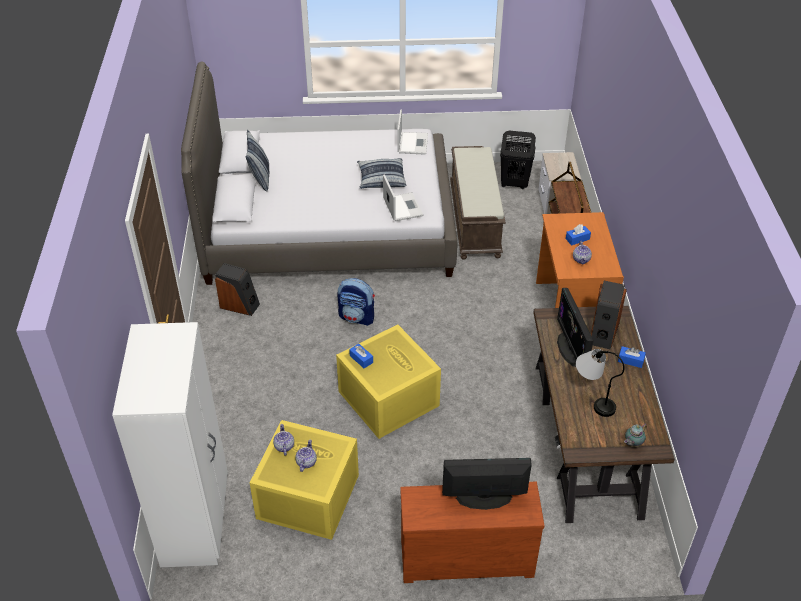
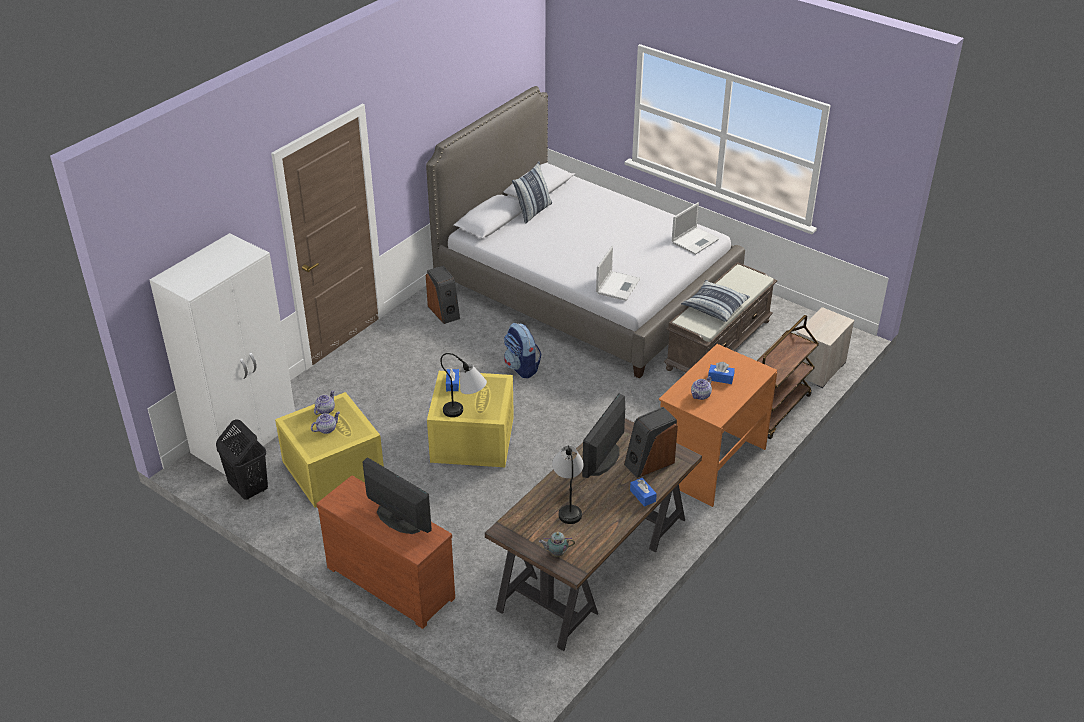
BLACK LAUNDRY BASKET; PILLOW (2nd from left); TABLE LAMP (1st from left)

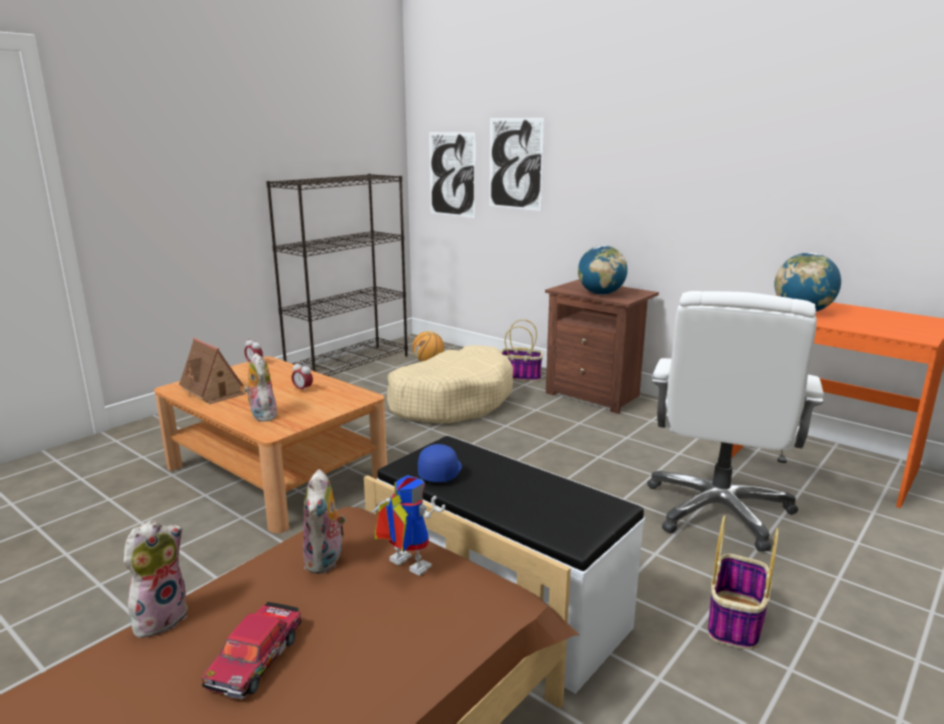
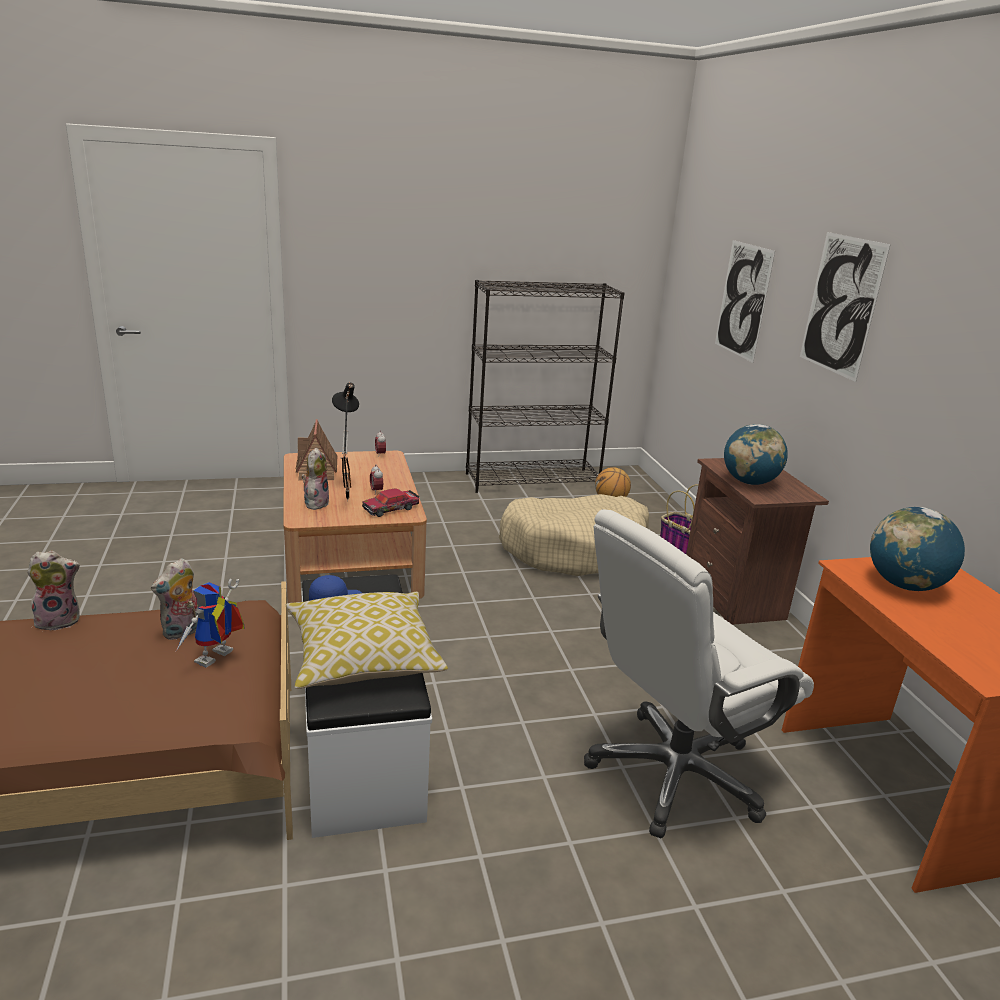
PICTURE (2nd from left); TOY ROBOT; BASKET (2nd from left in the first image); TOY CAR; BLACK TABLE LAMP; PILLOW

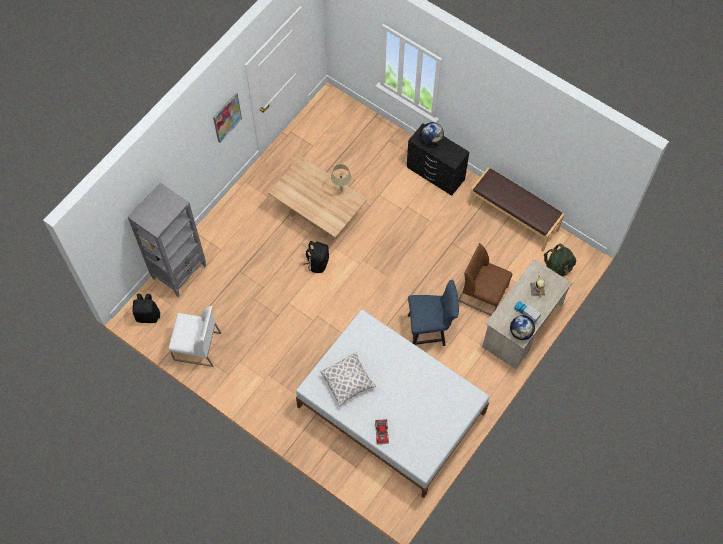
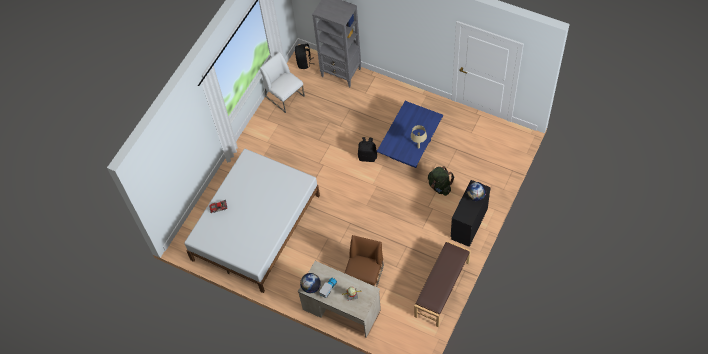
PICTURE; BLUE COFFEE TABLE; GREEN BACKPACK; BLUE CHAIR; WHITE CHAIR; PILLOW

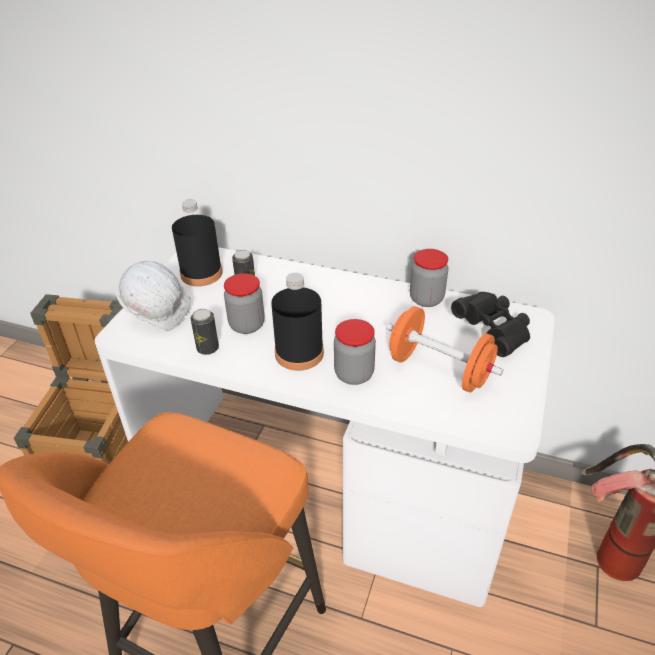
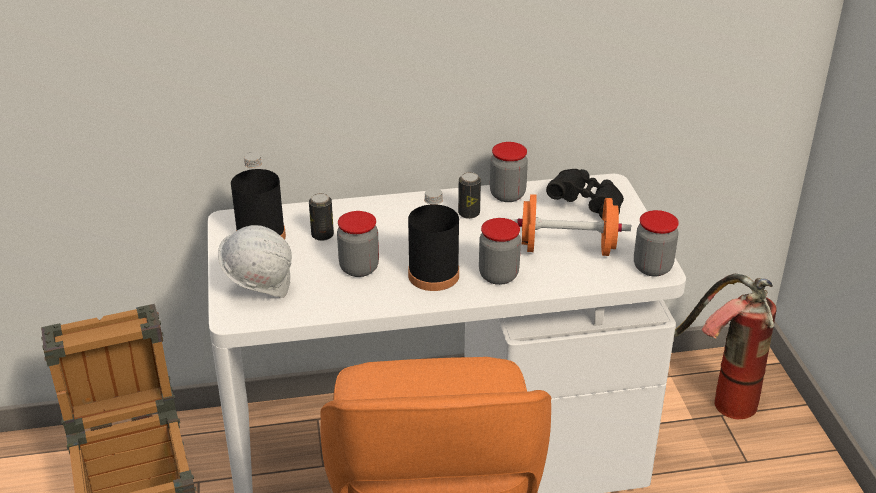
CAN (2nd from left); JAR (4th from left)

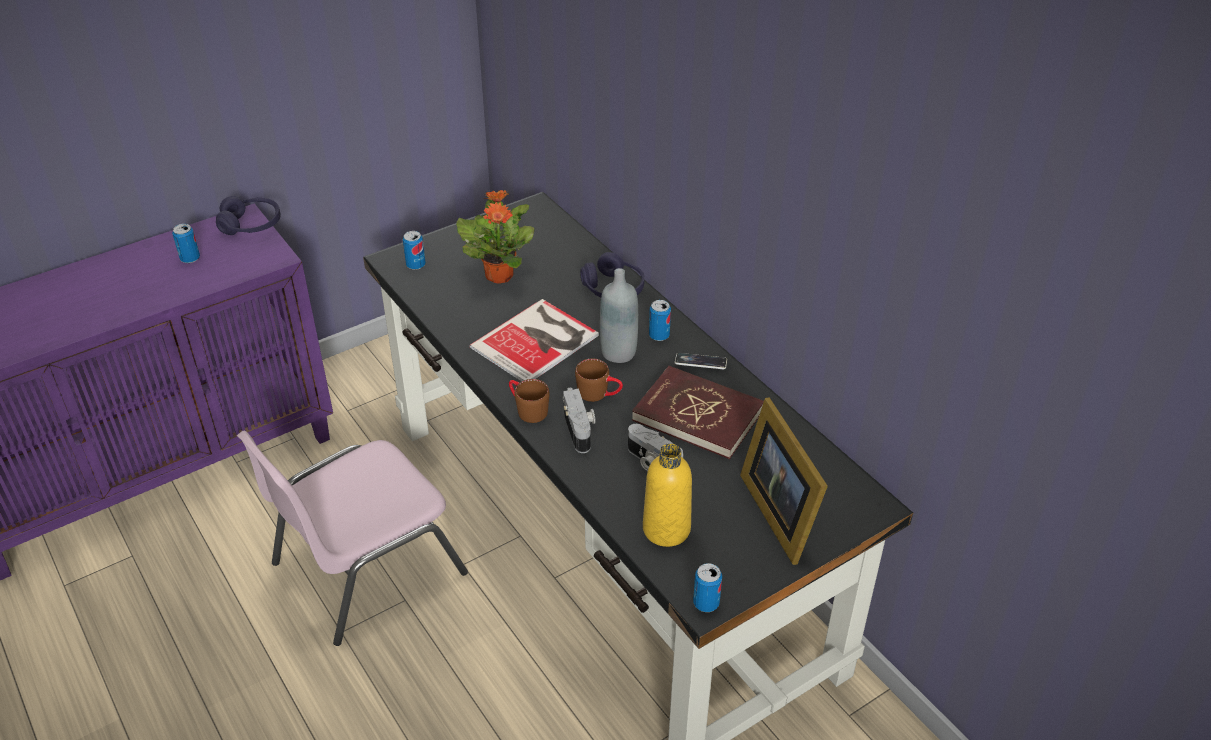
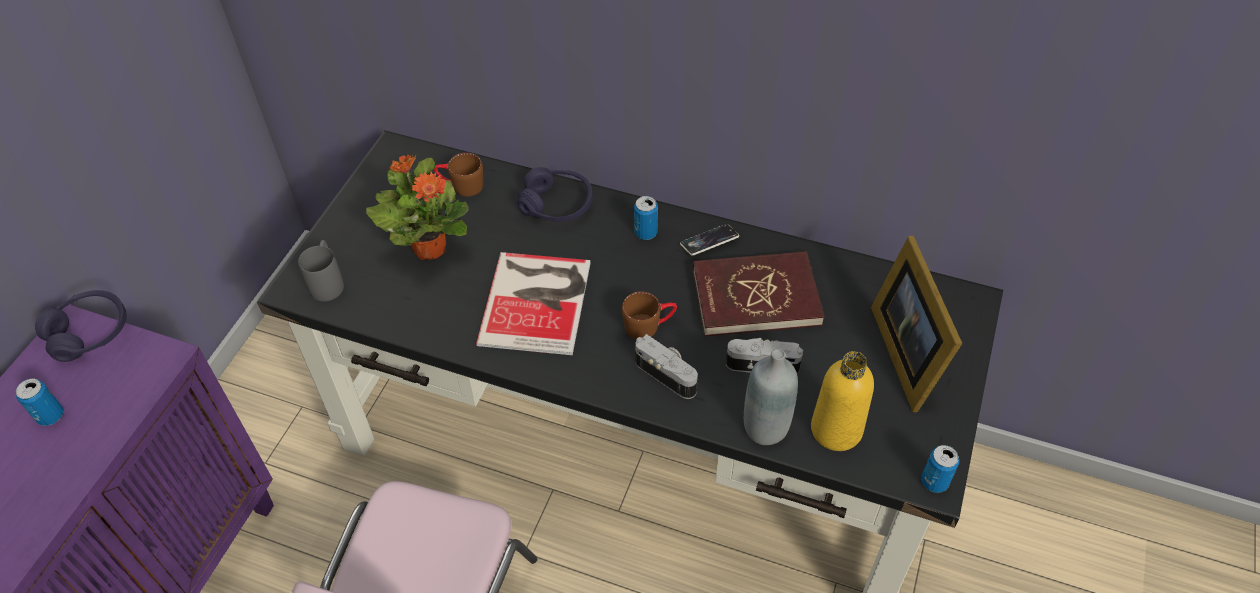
GREY MUG; GREY BOTTLE; BROWN MUG (1st from left); PICTURE FRAME

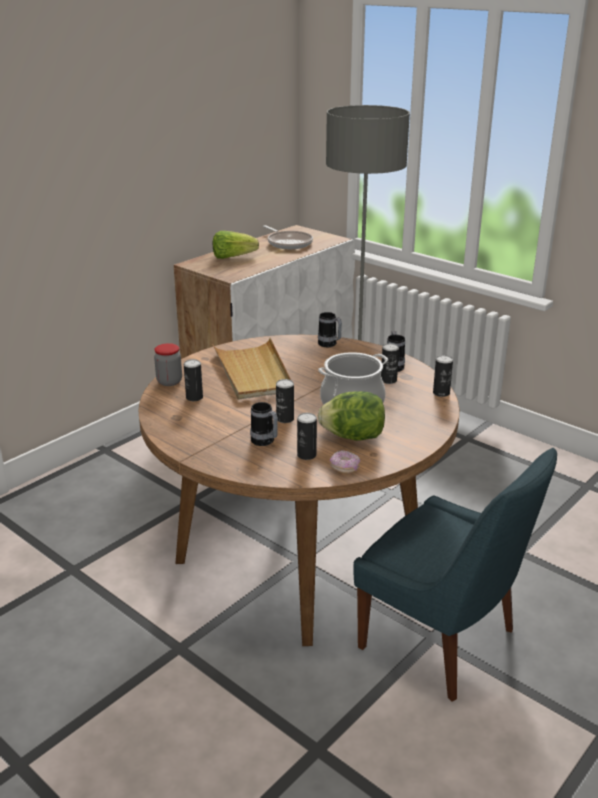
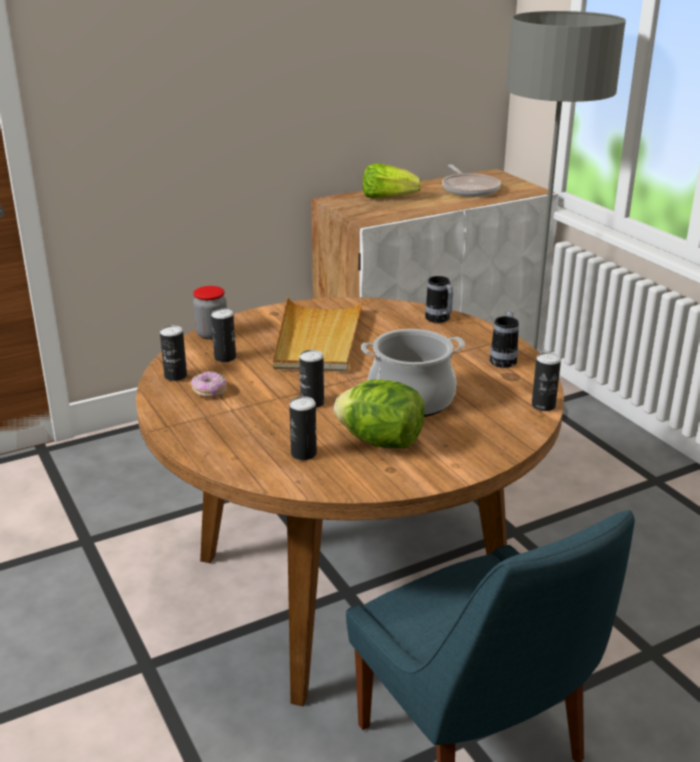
CAN (1st from left); MUG (1st from left in the first image); DONUT

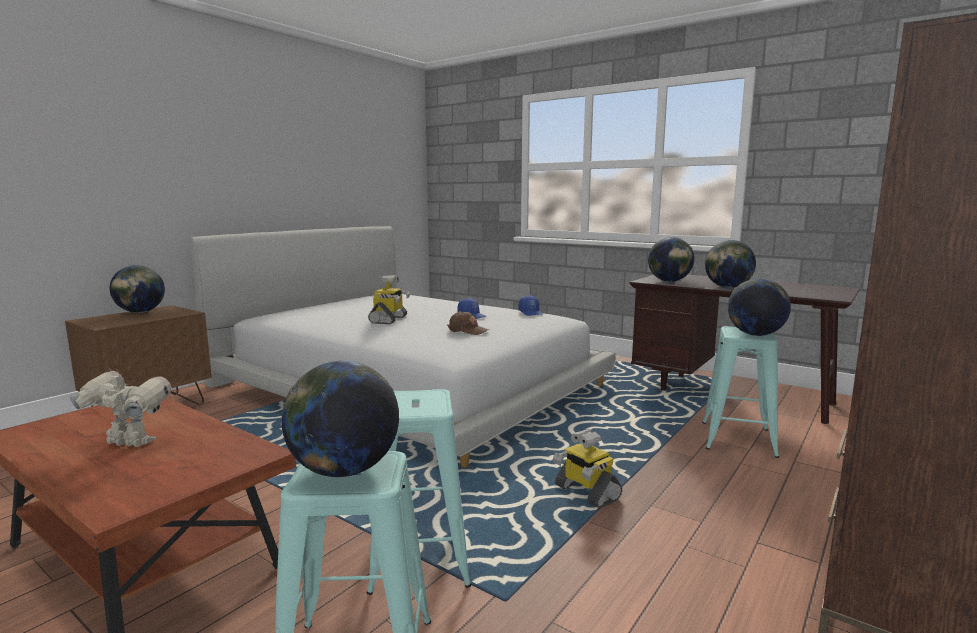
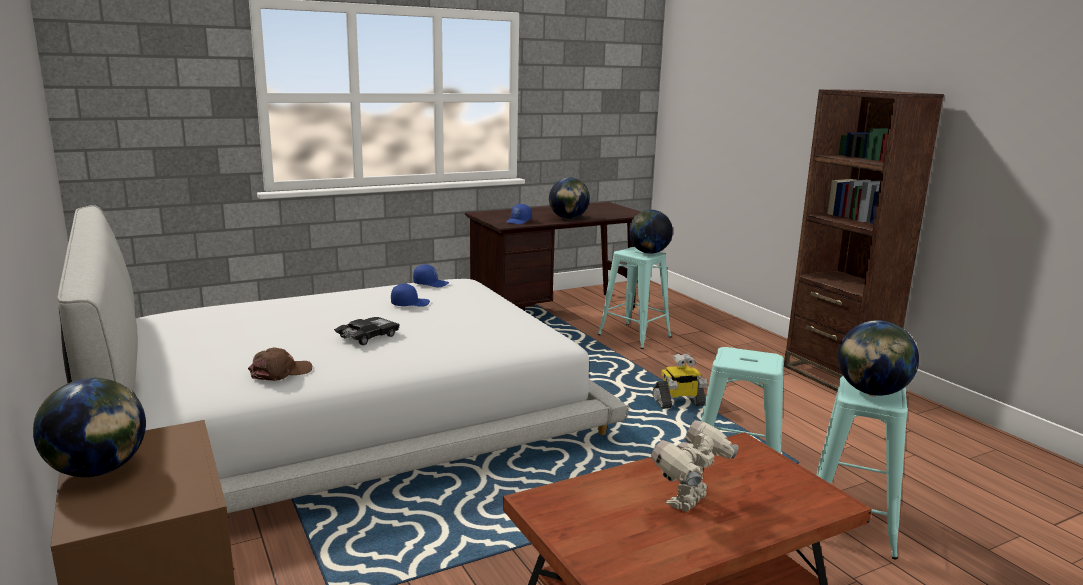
BLUE CAP (3rd from left); BLACK TOY CAR; BROWN CAP

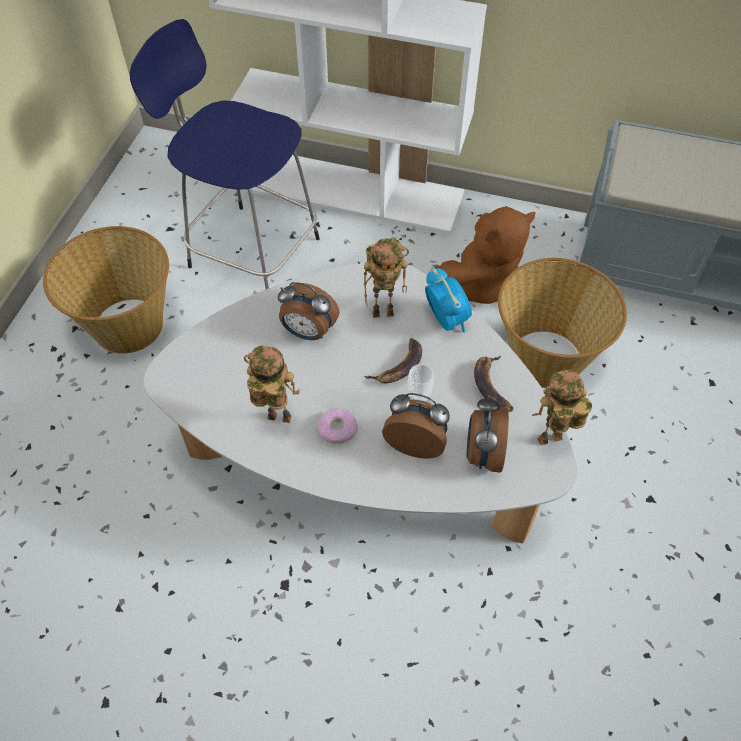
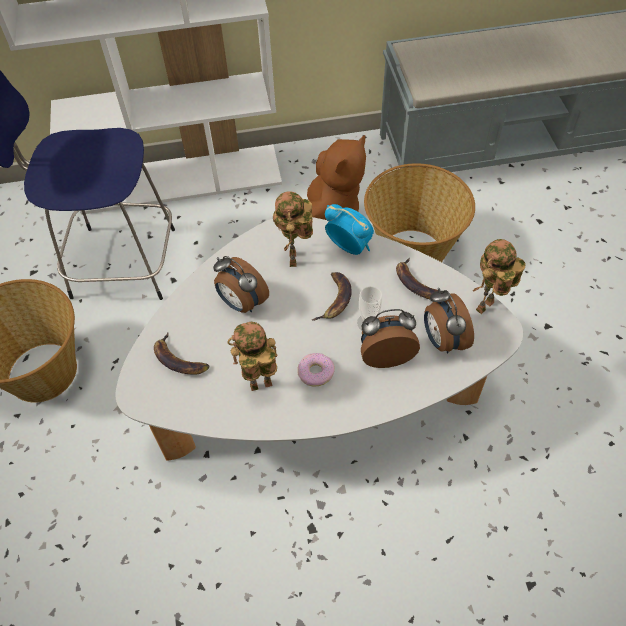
TOY ROBOT (2nd from left); ALARM CLOCK (1st from left); BANANA (1st from left)

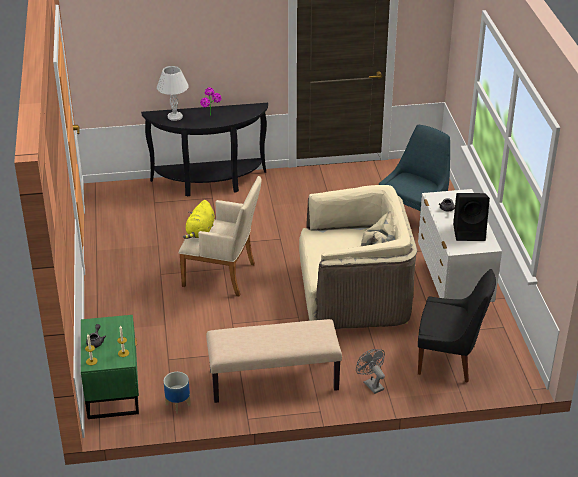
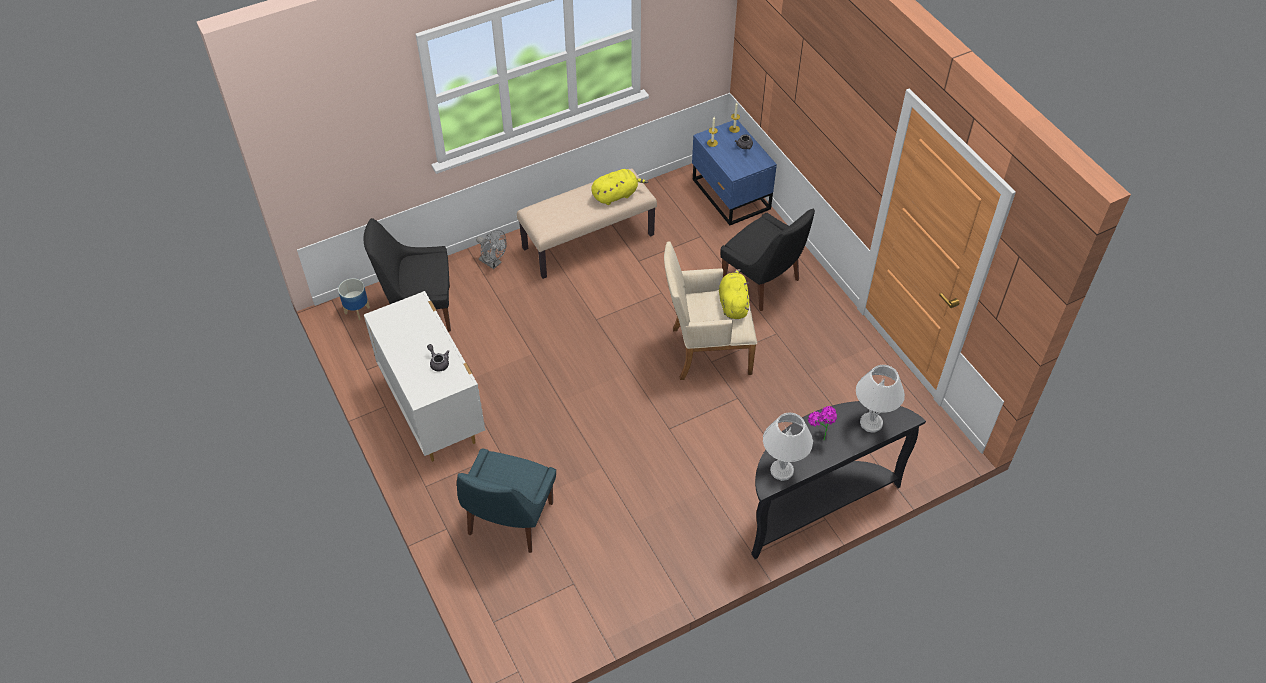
BEIGE ARMCHAIR (2nd from left in the first image); BLACK SPEAKER; BLUE NIGHTSTAND; PLANTER; YELLOW PLUSH TOY (1st from left); BLACK CHAIR (2nd from left); WHITE TABLE LAMP (1st from left)

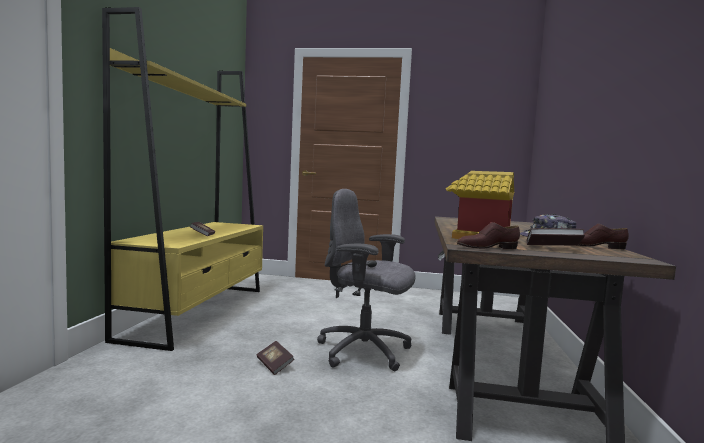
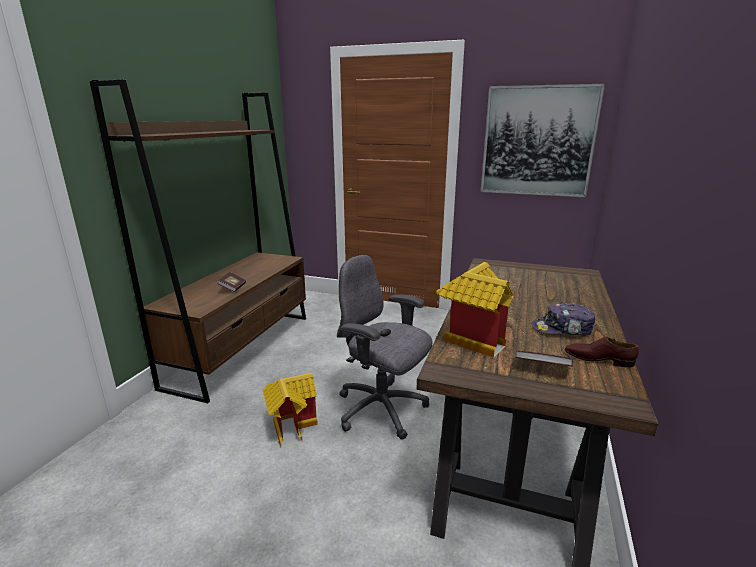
BROWN BOOKCASE; BROWN SHOE (1st from left in the first image); TOY HOUSE (1st from left); PICTURE

